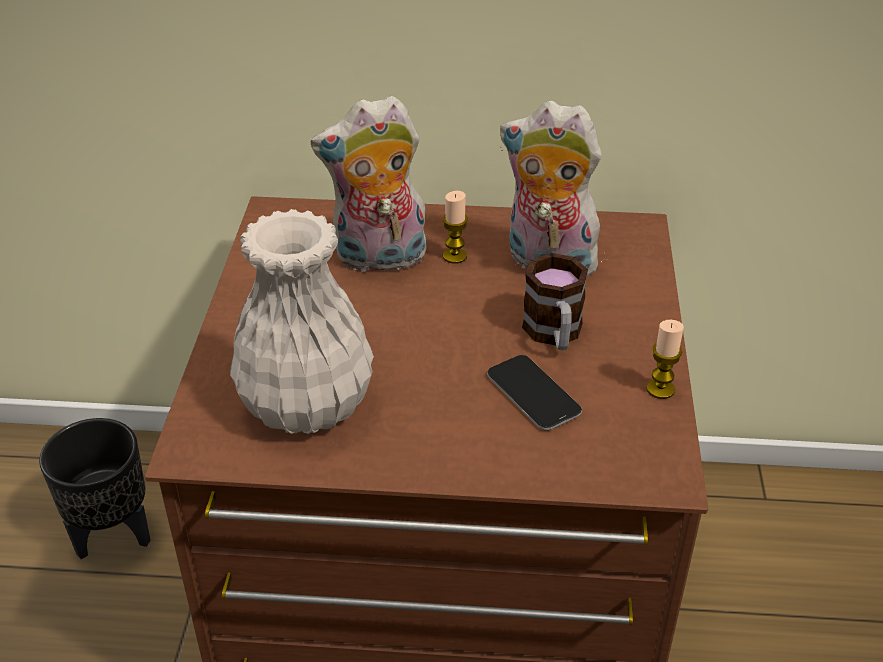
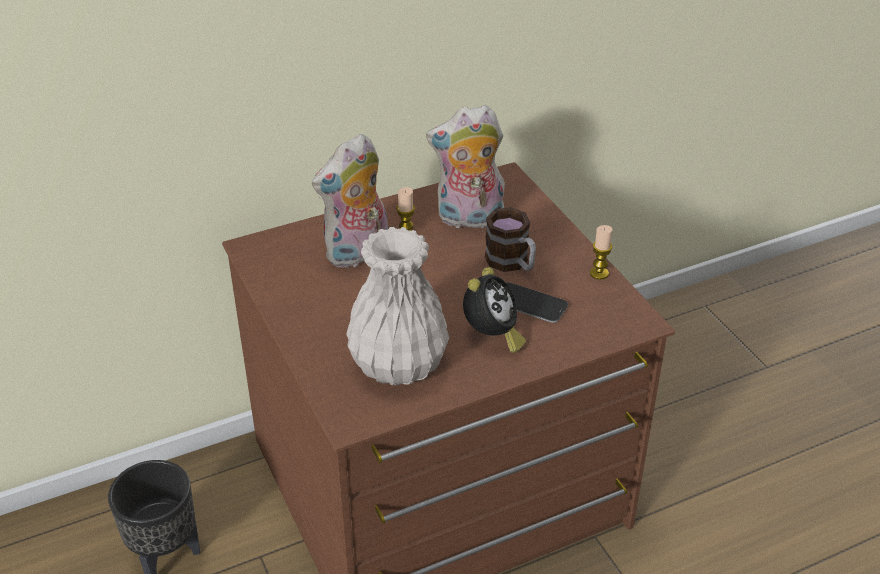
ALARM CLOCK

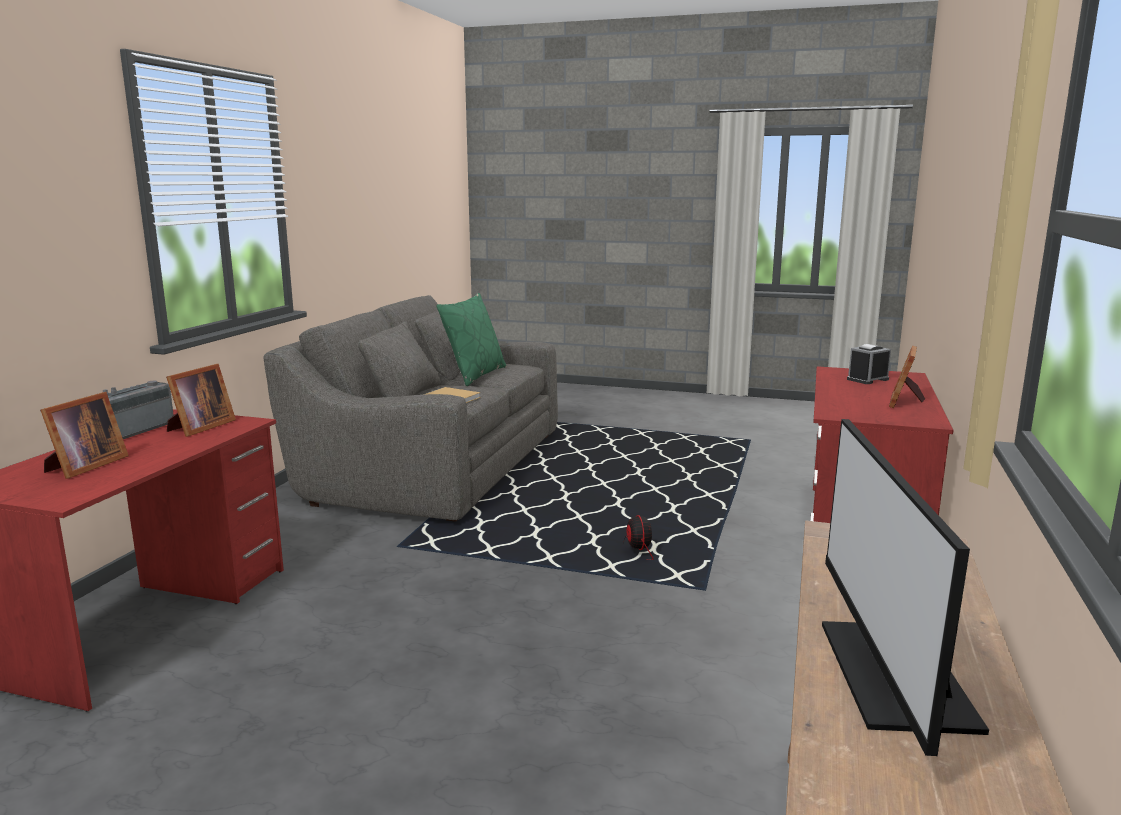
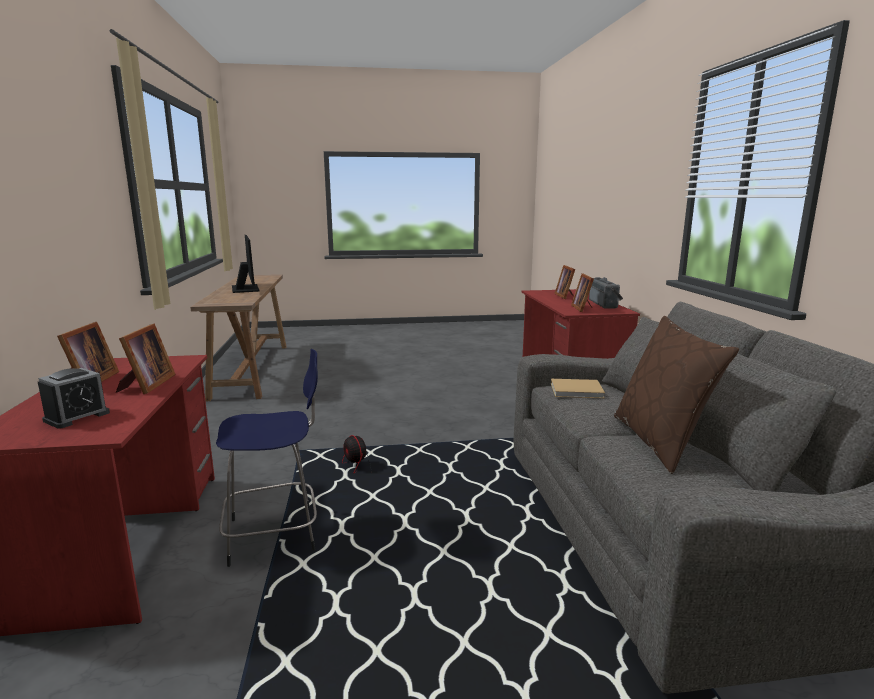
BROWN PILLOW; PICTURE FRAME (2nd from left); BLUE STOOL

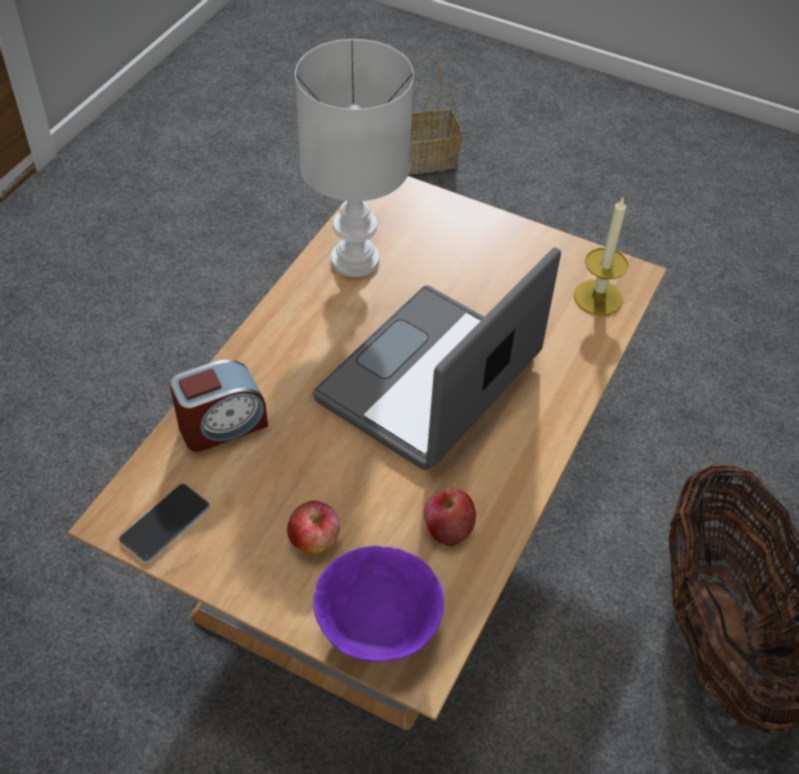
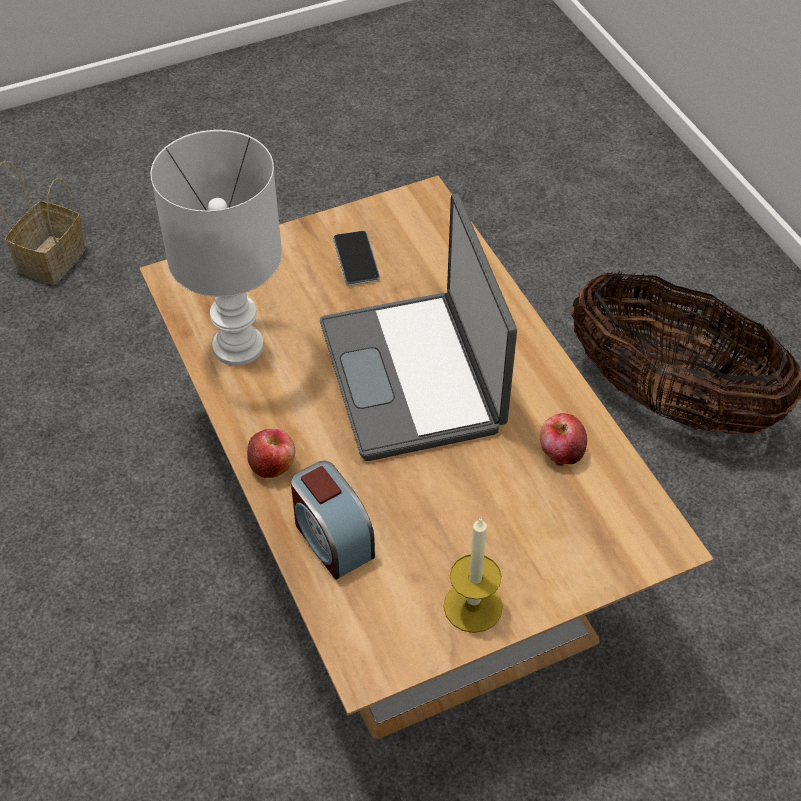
CANDLE; ALARM CLOCK; PHONE; APPLE (1st from left); PURPLE BOWL

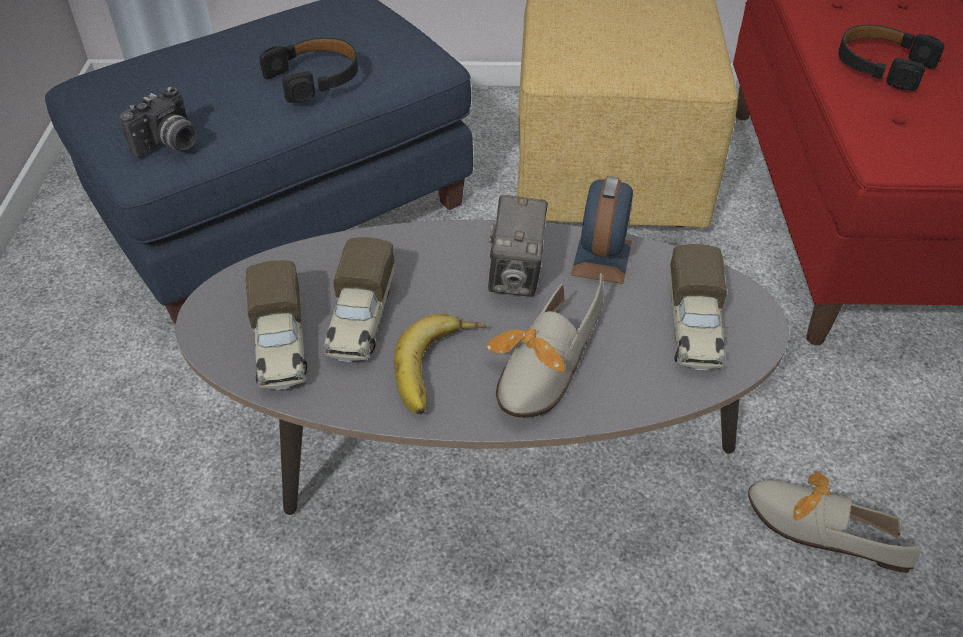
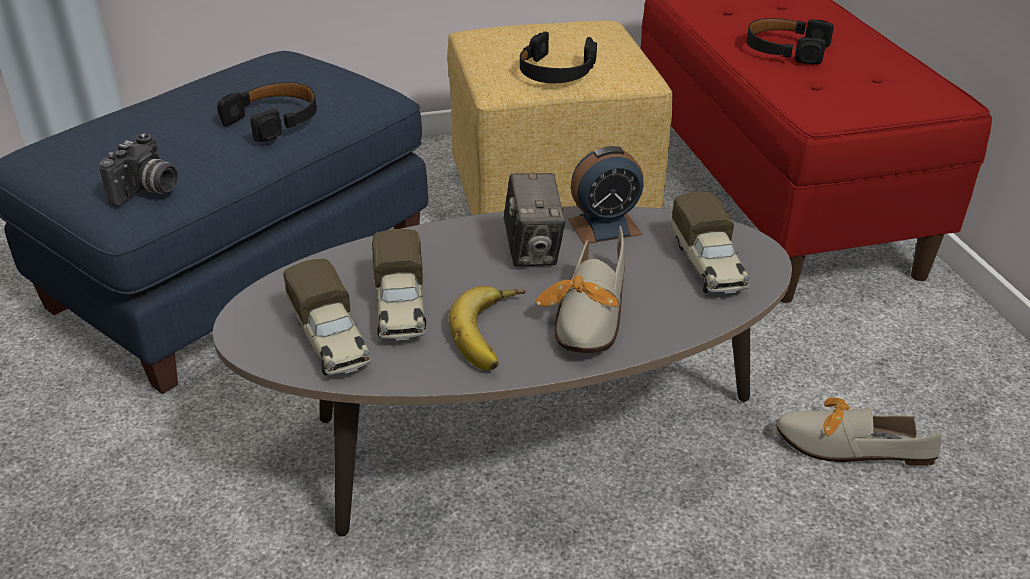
ALARM CLOCK; BLACK HEADPHONES (2nd from left)

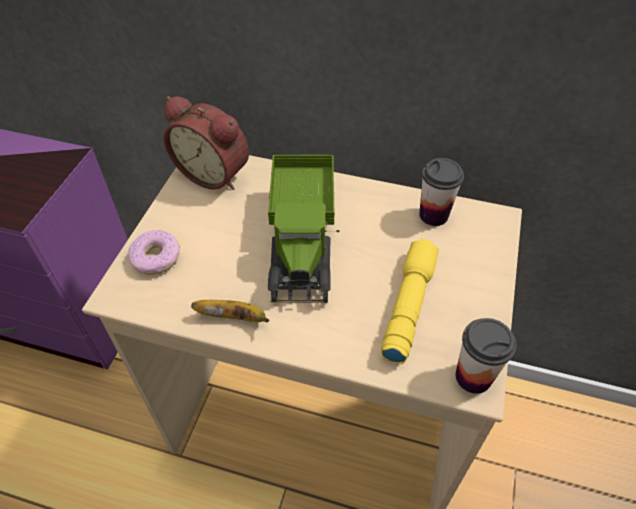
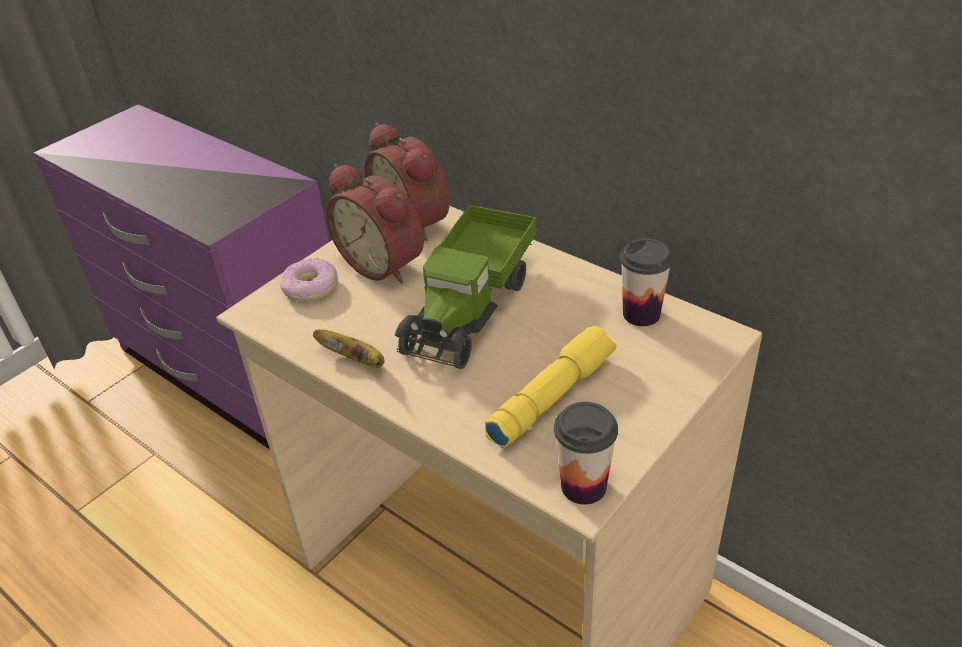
ALARM CLOCK (1st from left)

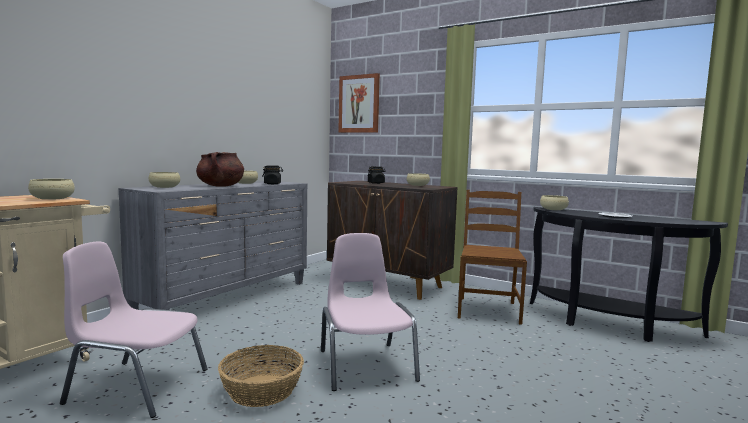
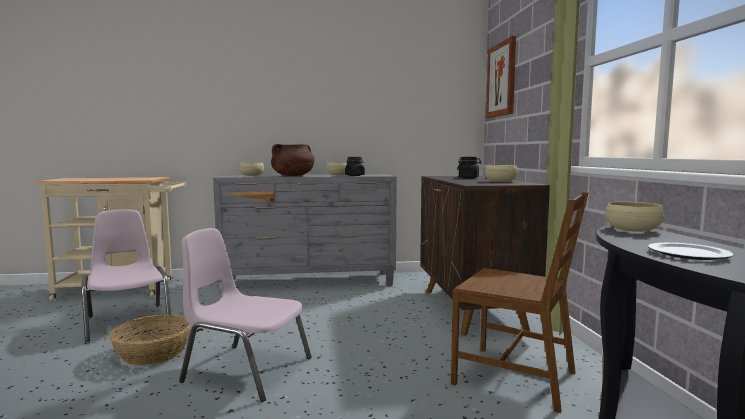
BEIGE BOWL (1st from left in the first image); BROWN CHAIR; PINK CHAIR (2nd from left)

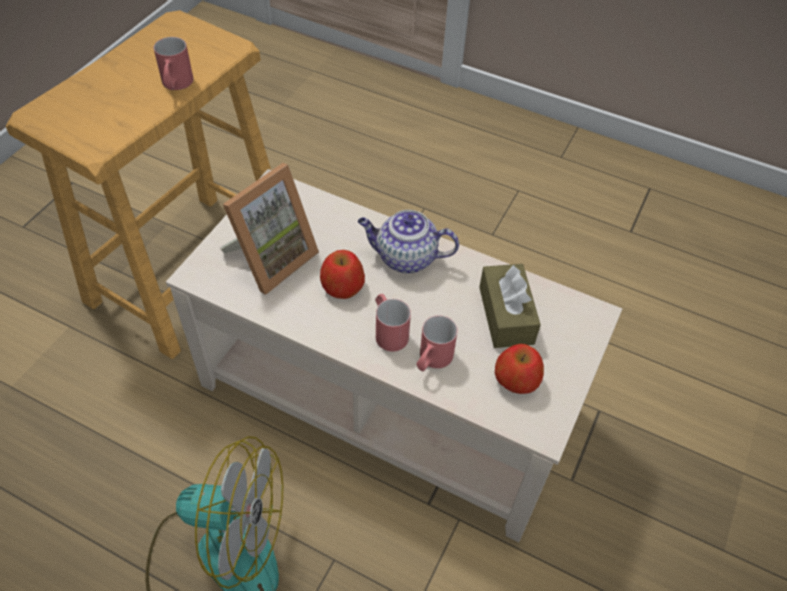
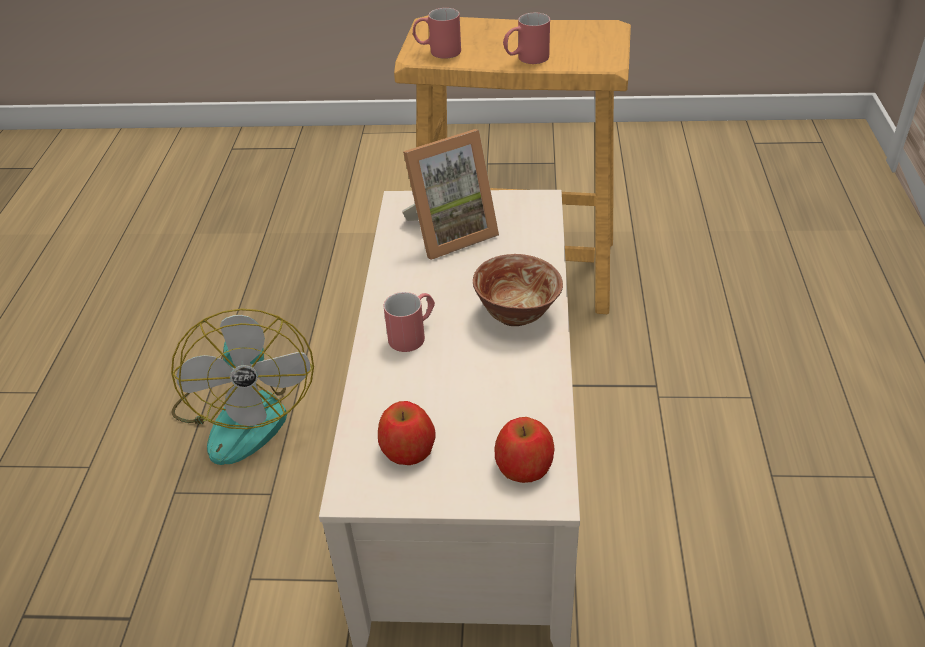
PICTURE FRAME; BOWL; APPLE (2nd from left); BROWN TISSUE BOX; RED MUG (2nd from left)

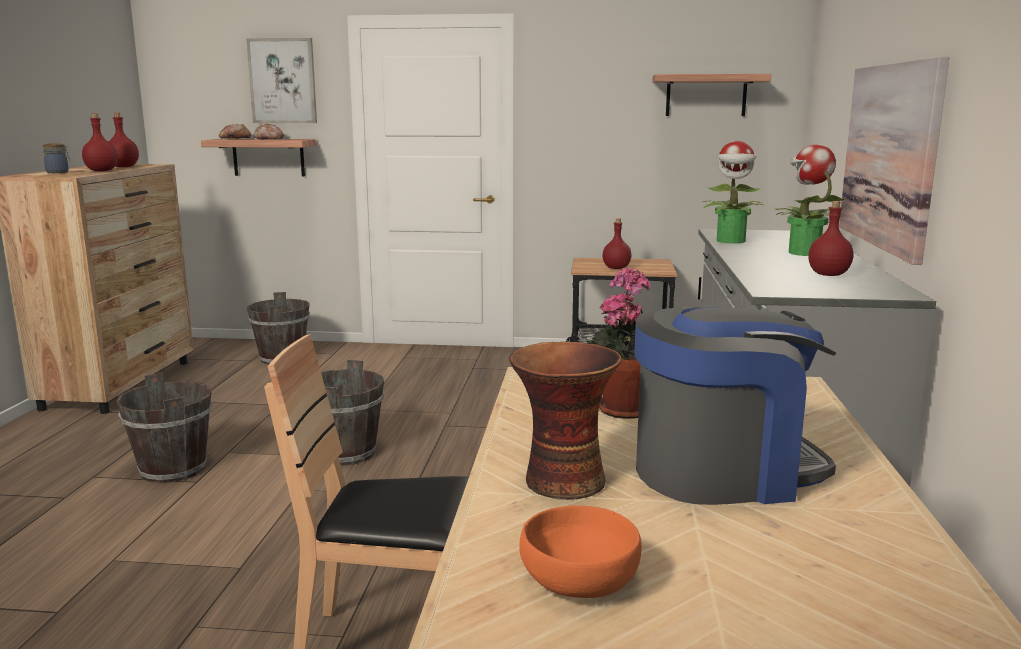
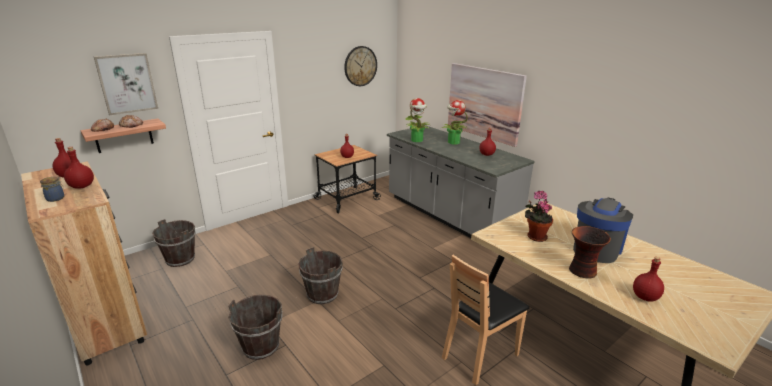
WALL CLOCK; RED BOTTLE (5th from left)

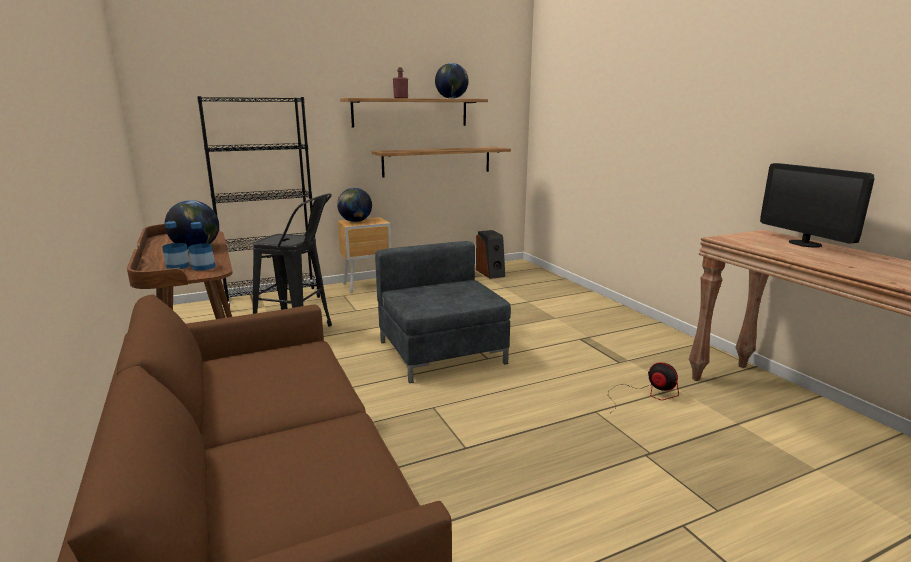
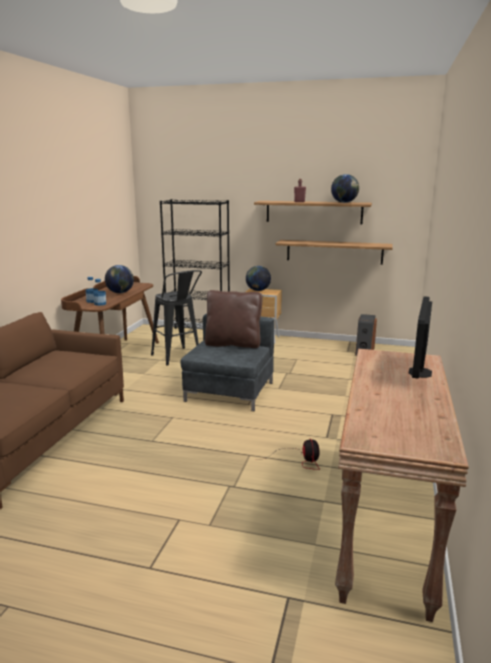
BROWN PILLOW

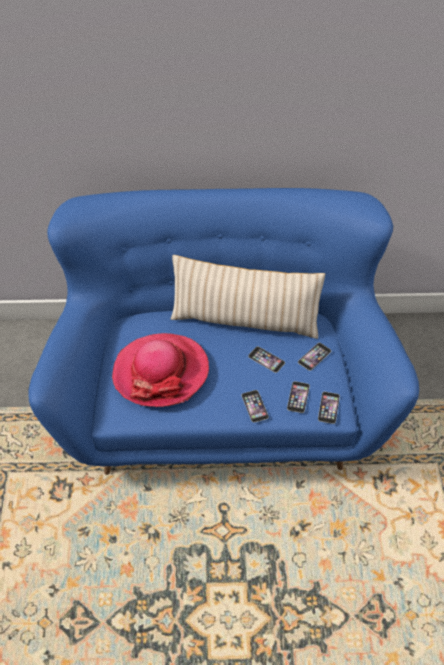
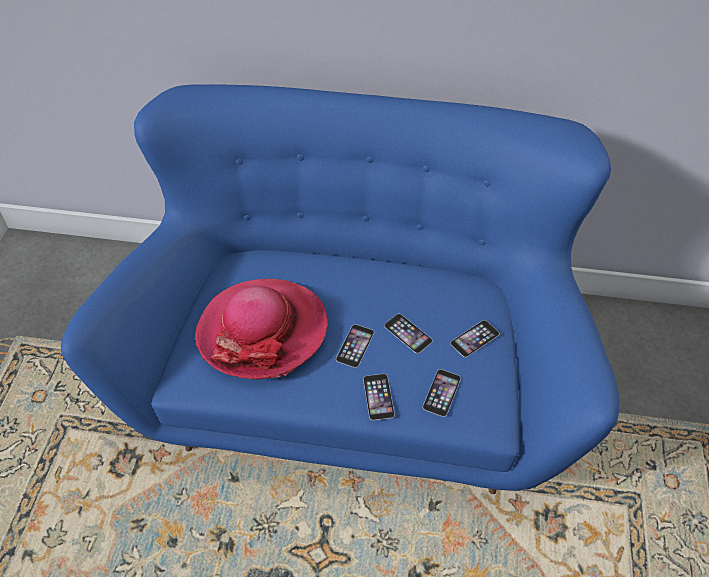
BEIGE PILLOW; PHONE (1st from left)

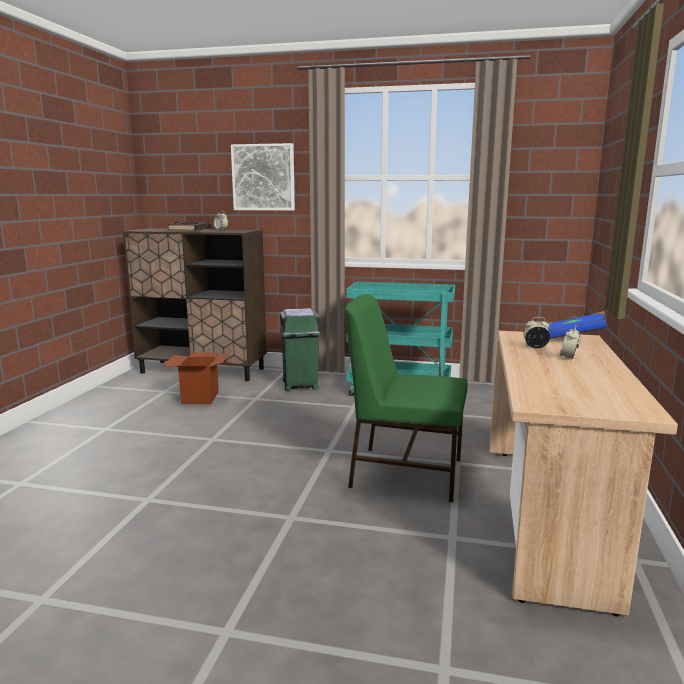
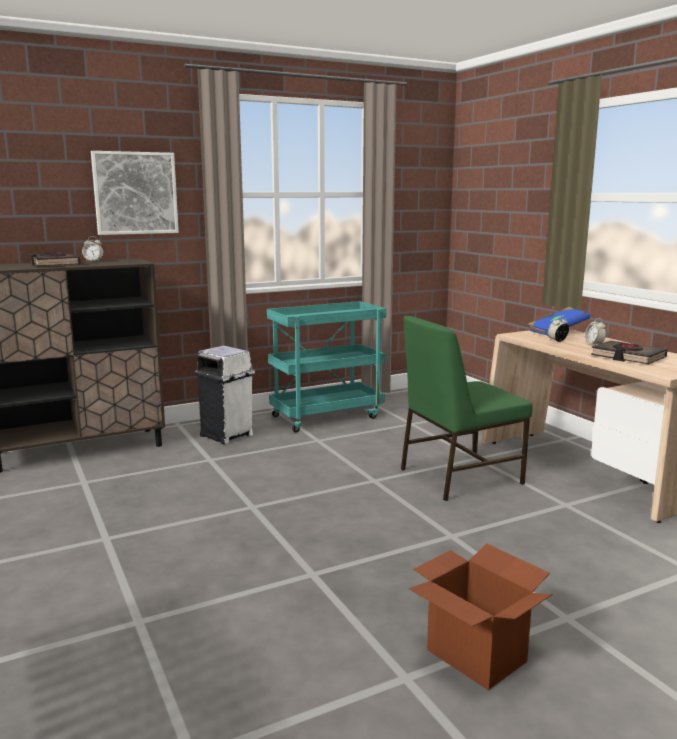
WHITE TRASH CAN; CARDBOARD BOX; BLACK BOOK (2nd from left)

